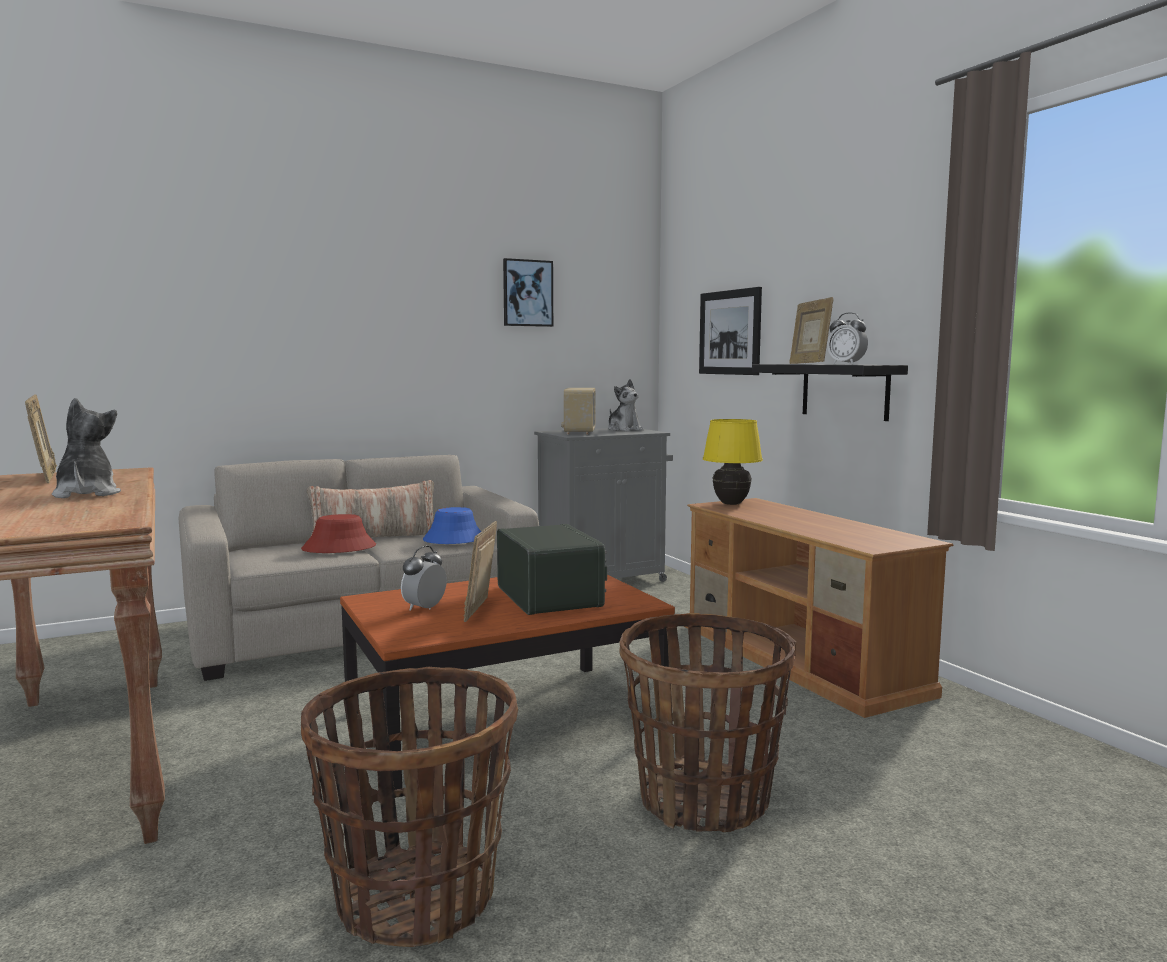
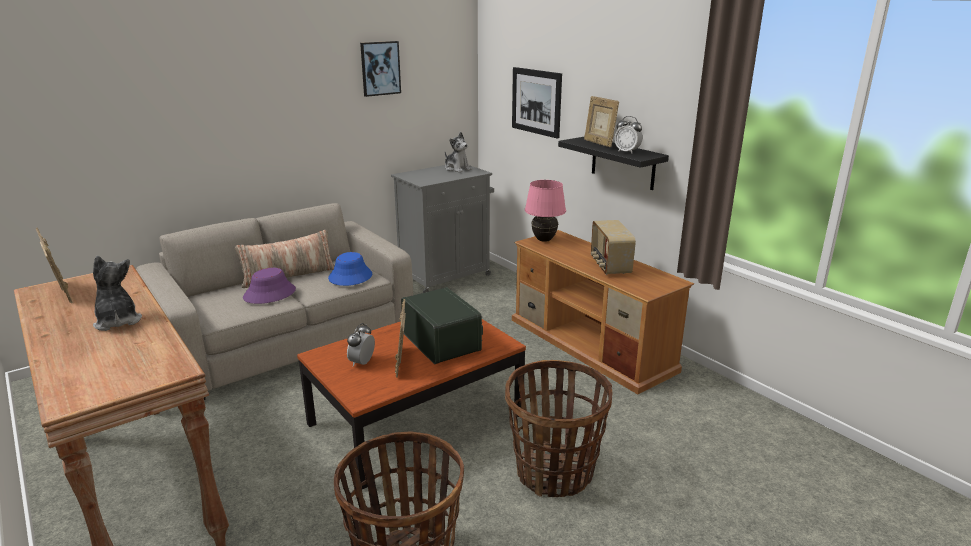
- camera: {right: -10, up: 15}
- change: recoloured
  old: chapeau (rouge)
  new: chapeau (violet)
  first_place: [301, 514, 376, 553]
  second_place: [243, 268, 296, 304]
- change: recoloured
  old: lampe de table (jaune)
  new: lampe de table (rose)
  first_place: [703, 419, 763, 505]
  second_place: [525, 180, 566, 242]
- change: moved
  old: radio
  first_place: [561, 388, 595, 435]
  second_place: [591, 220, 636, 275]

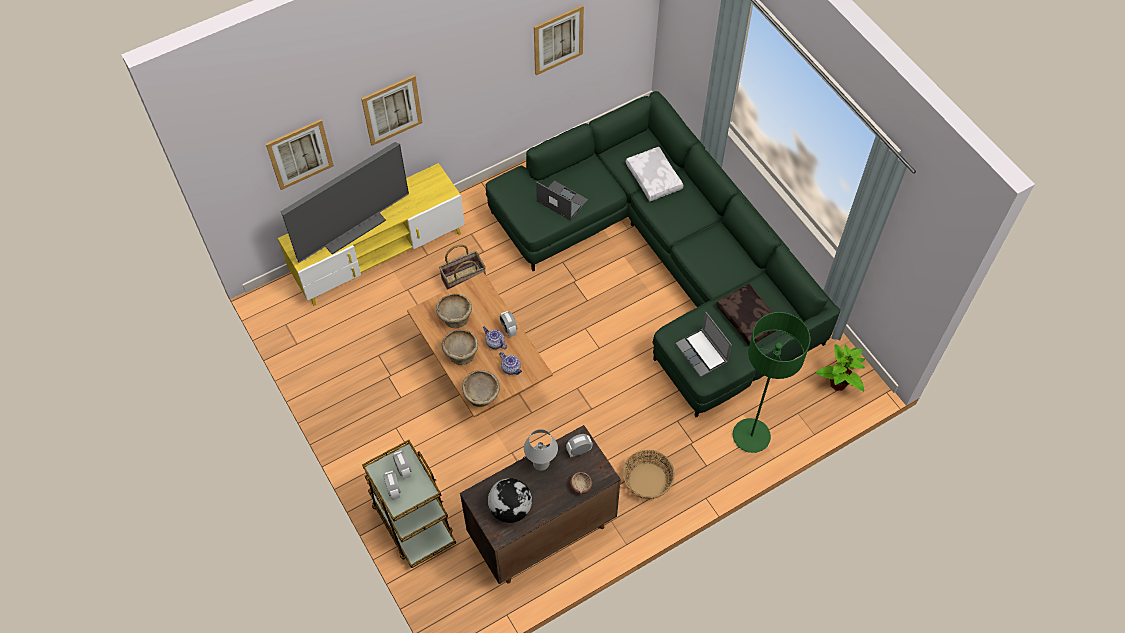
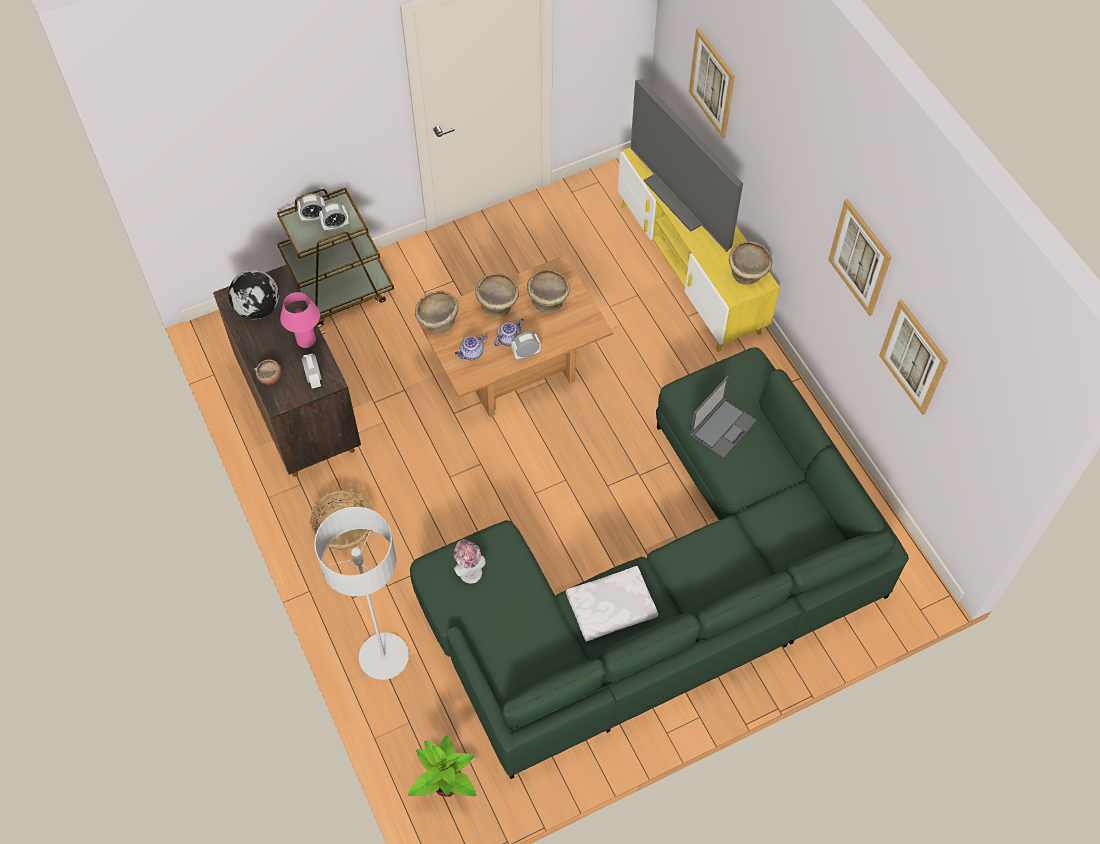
- camera: {right: 95, up: 0}
- change: recoloured
  old: lampe de table (blanc)
  new: lampe de table (rose)
  first_place: [524, 429, 558, 471]
  second_place: [280, 292, 320, 348]
- change: recoloured
  old: lampadaire (vert)
  new: lampadaire (gris)
  first_place: [733, 312, 810, 453]
  second_place: [314, 507, 409, 680]
- change: replaced
  old: ordinateur portable
  new: chapeau
  first_place: [675, 312, 732, 377]
  second_place: [454, 539, 486, 584]
- change: moved
  old: coussin (blanc)
  first_place: [626, 147, 684, 201]
  second_place: [566, 566, 658, 642]
- change: added
  new: bol (beige)
  second_place: [729, 241, 772, 285]
- change: moved
  old: tableau
  first_place: [361, 75, 423, 146]
  second_place: [828, 199, 892, 316]
- change: removed
  old: panier
  first_place: [439, 245, 486, 290]
- change: removed
  old: coussin (marron)
  first_place: [716, 284, 776, 345]

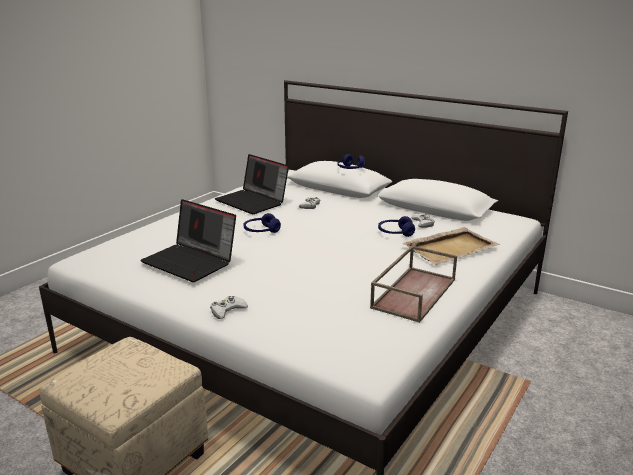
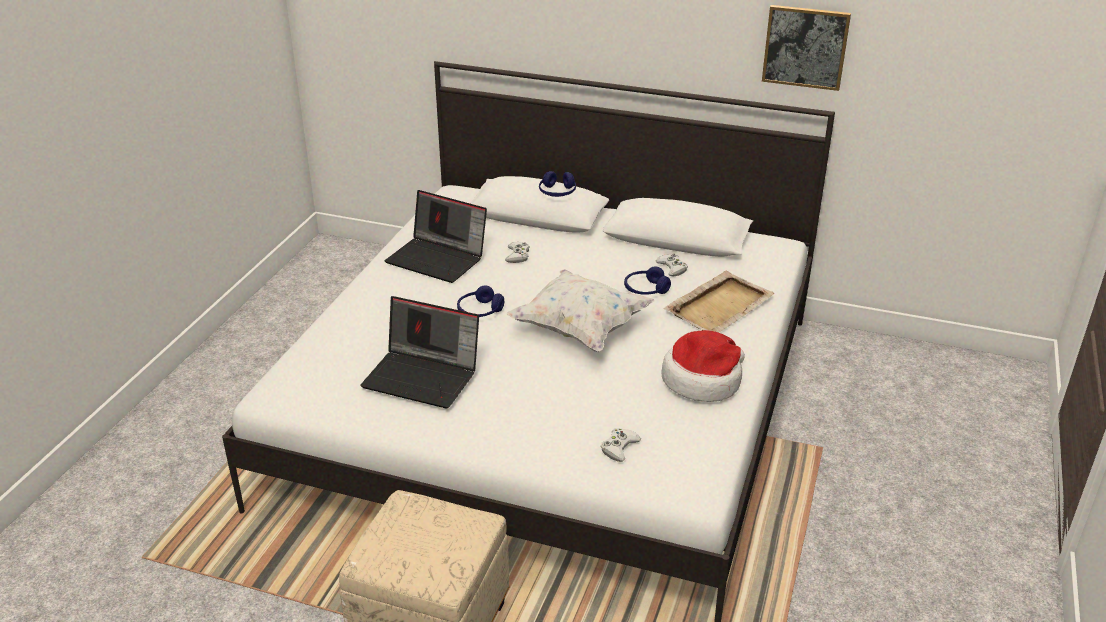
- camera: {right: -15, up: 10}
- change: added
  new: coussin (blanc)
  second_place: [507, 269, 655, 352]
- change: moved
  old: manette (blanc)
  first_place: [210, 296, 248, 319]
  second_place: [600, 428, 641, 462]
- change: replaced
  old: plateau (marron)
  new: chapeau
  first_place: [370, 246, 457, 323]
  second_place: [662, 330, 745, 402]
- change: added
  new: tableau
  second_place: [762, 5, 851, 91]

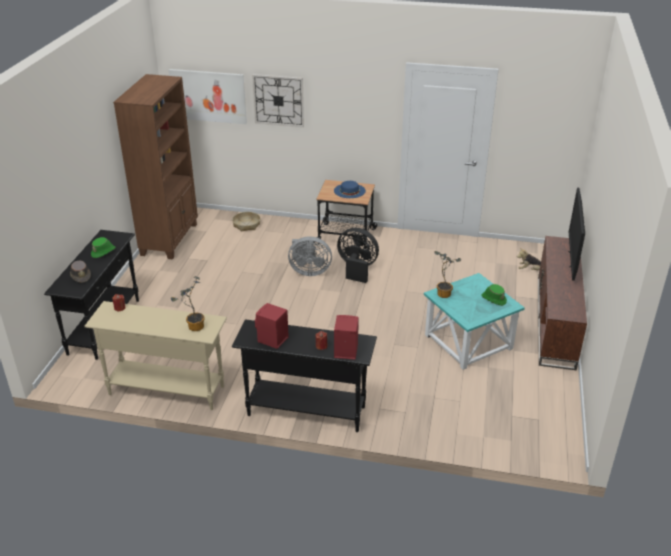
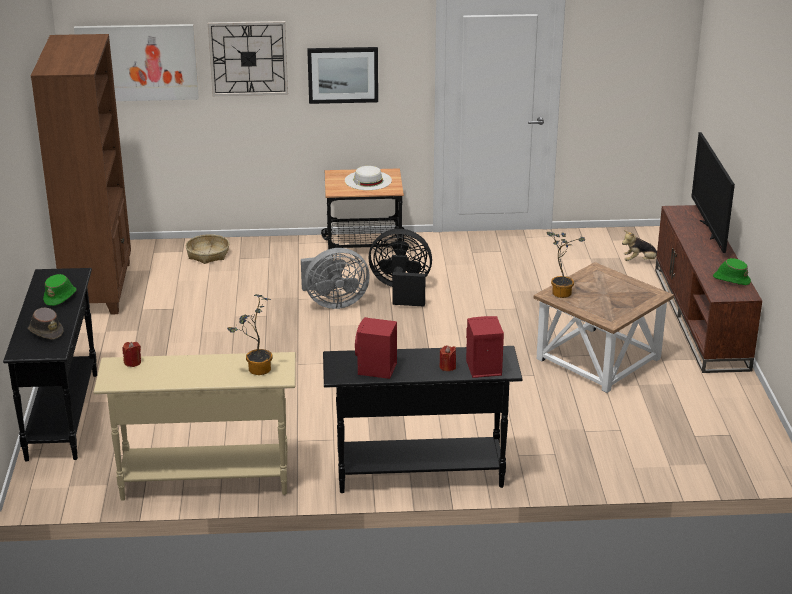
- camera: {right: -15, up: -5}
- change: added
  new: tableau
  second_place: [307, 47, 378, 104]
- change: recoloured
  old: chapeau (bleu)
  new: chapeau (blanc)
  first_place: [334, 181, 366, 198]
  second_place: [345, 166, 392, 190]
- change: recoloured
  old: table d'appoint (turquoise)
  new: table d'appoint (marron)
  first_place: [424, 273, 525, 370]
  second_place: [534, 262, 674, 393]
- change: moved
  old: chapeau (vert)
  first_place: [482, 284, 507, 306]
  second_place: [713, 258, 751, 285]

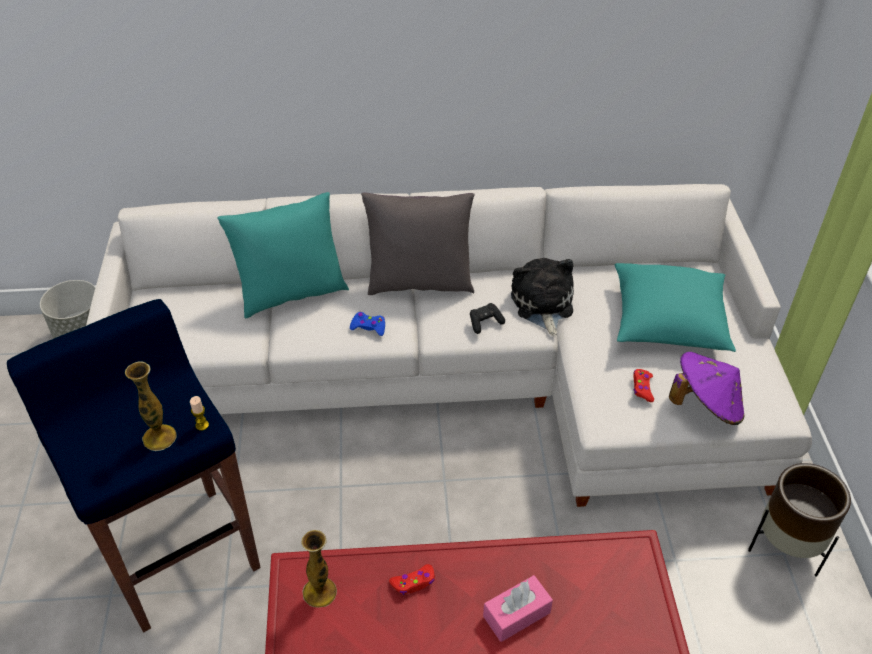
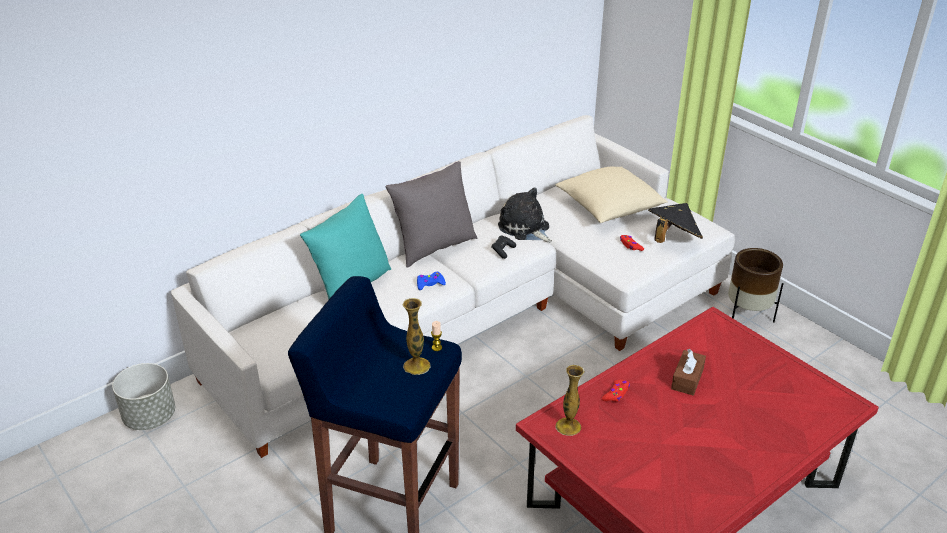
- camera: {right: -35, up: -10}
- change: recoloured
  old: coussin (turquoise)
  new: coussin (beige)
  first_place: [615, 263, 736, 352]
  second_place: [555, 167, 668, 223]
- change: recoloured
  old: chapeau (violet)
  new: chapeau (noir)
  first_place: [669, 352, 744, 425]
  second_place: [648, 203, 703, 243]
- change: recoloured
  old: boîte à mouchoirs (rose)
  new: boîte à mouchoirs (marron)
  first_place: [483, 575, 553, 642]
  second_place: [671, 349, 706, 396]

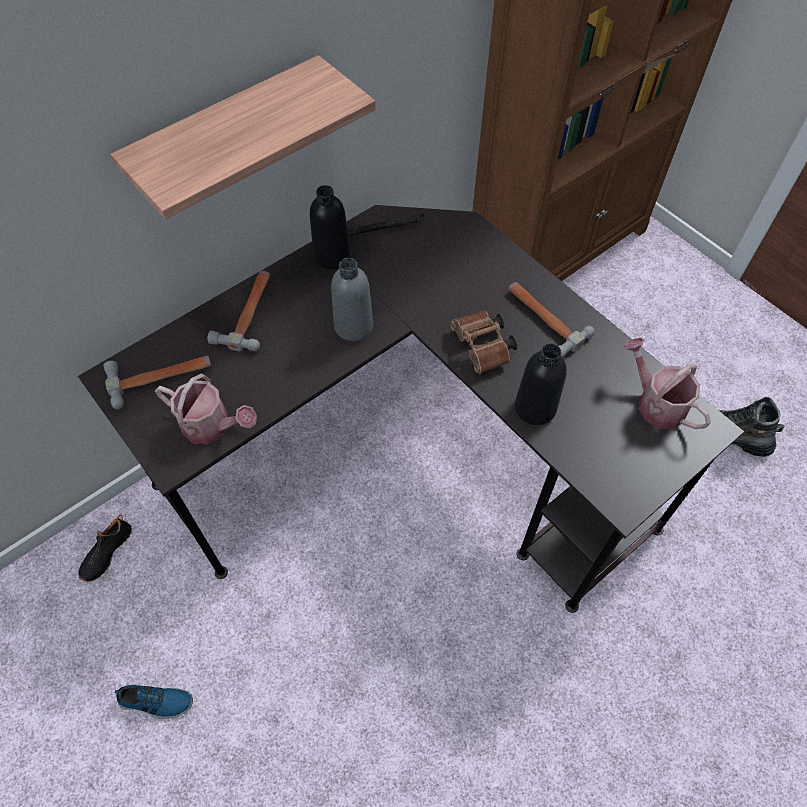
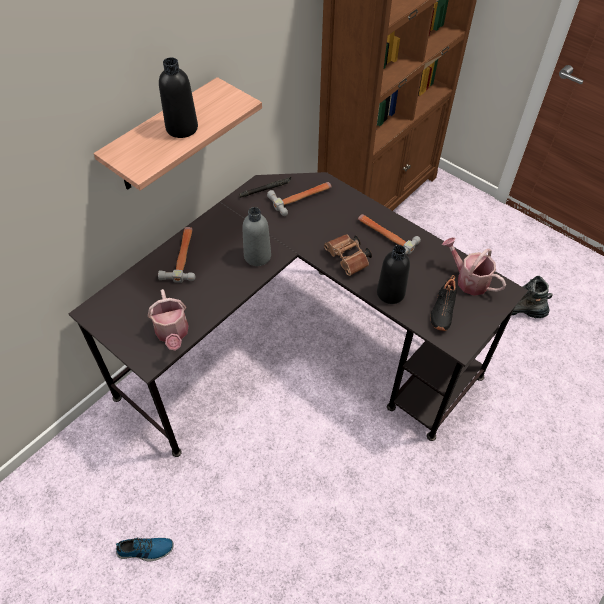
- camera: {right: -10, up: -5}
- change: turned
  old: arrosoir
  first_place: [155, 374, 257, 444]
  second_place: [148, 289, 189, 351]
  degrees: 60
- change: moved
  old: bouteille (noir)
  first_place: [310, 185, 351, 269]
  second_place: [159, 57, 198, 138]
- change: moved
  old: marteau
  first_place: [103, 355, 211, 409]
  second_place: [267, 182, 332, 216]
- change: moved
  old: chaussure (noir)
  first_place: [78, 514, 132, 582]
  second_place: [430, 275, 456, 331]

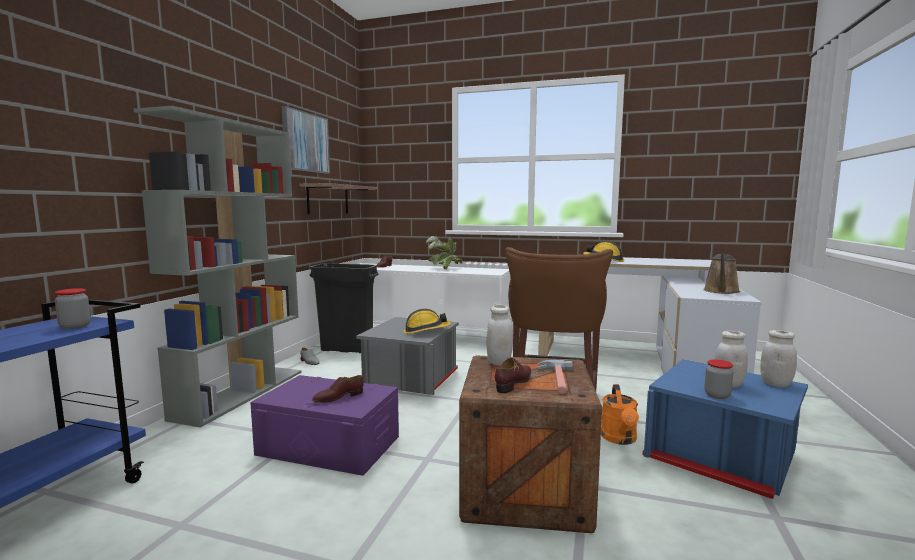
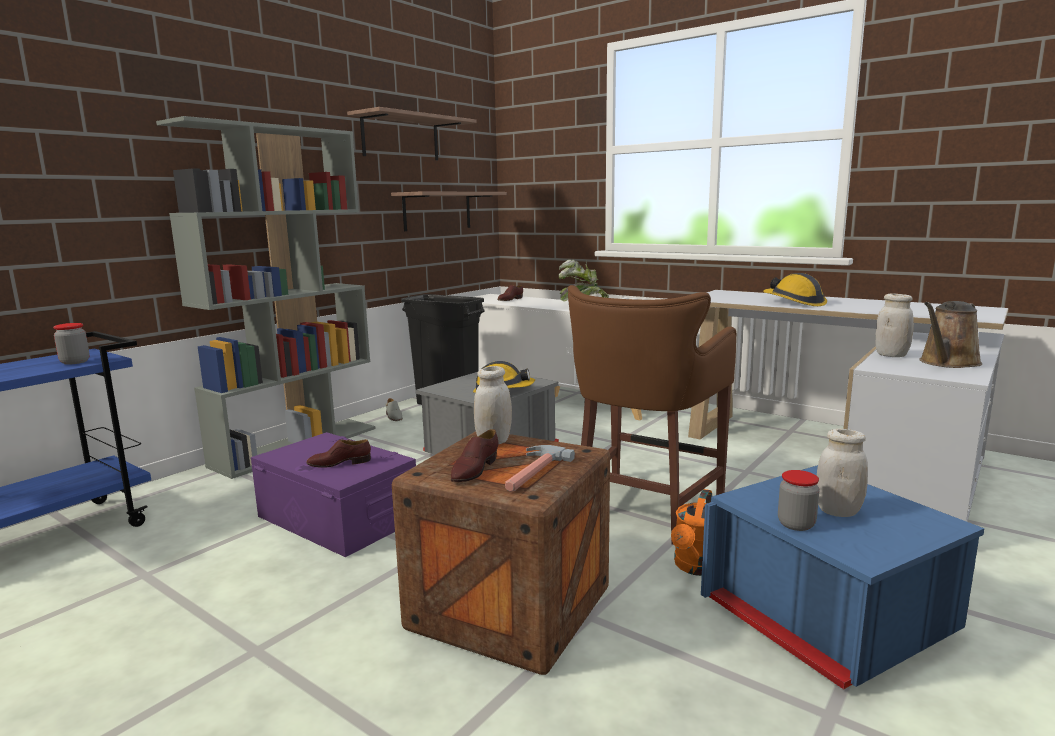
- camera: {right: 20, up: 5}
- change: replaced
  old: tableau
  new: étagère
  first_place: [282, 106, 330, 174]
  second_place: [347, 107, 477, 160]
- change: turned
  old: chaussure (marron)
  first_place: [495, 357, 531, 393]
  second_place: [451, 429, 498, 482]
  degrees: 150
- change: moved
  old: bocal (blanc)
  first_place: [761, 330, 797, 387]
  second_place: [875, 293, 914, 357]

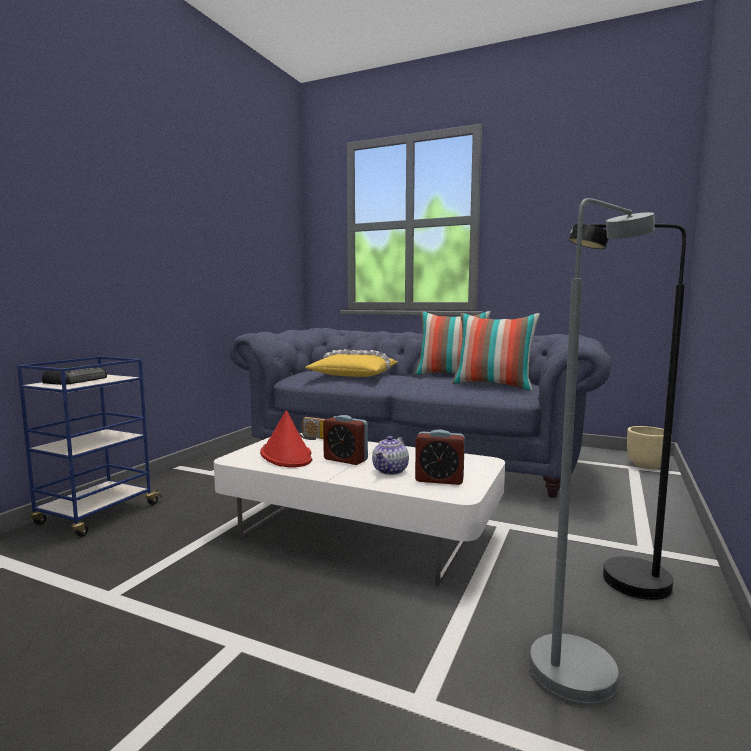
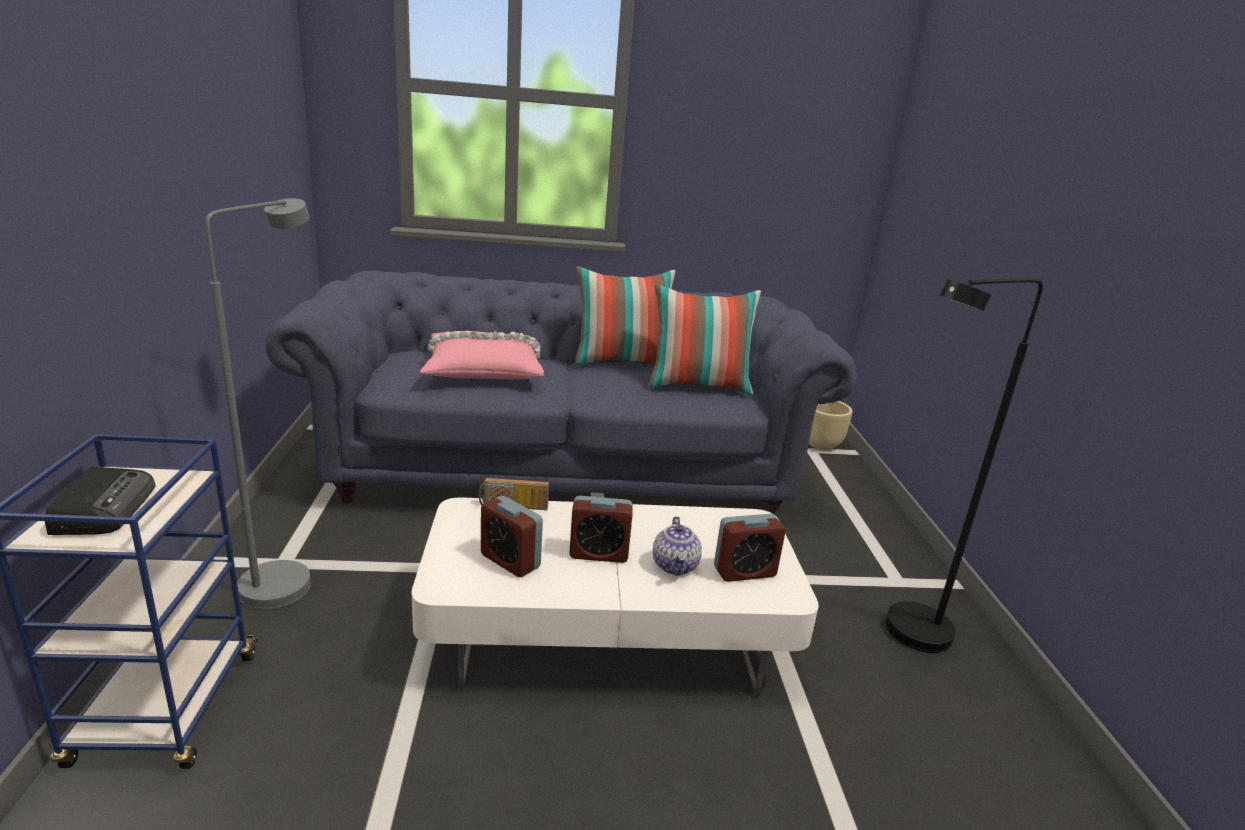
- camera: {right: -30, up: 15}
- change: moved
  old: lampadaire (gris)
  first_place: [530, 198, 655, 705]
  second_place: [205, 198, 311, 610]
- change: recoloured
  old: coussin (jaune)
  new: coussin (rose)
  first_place: [305, 349, 398, 377]
  second_place: [420, 331, 544, 380]
- change: replaced
  old: chapeau (rouge)
  new: réveil
  first_place: [260, 410, 312, 468]
  second_place: [481, 496, 543, 577]

